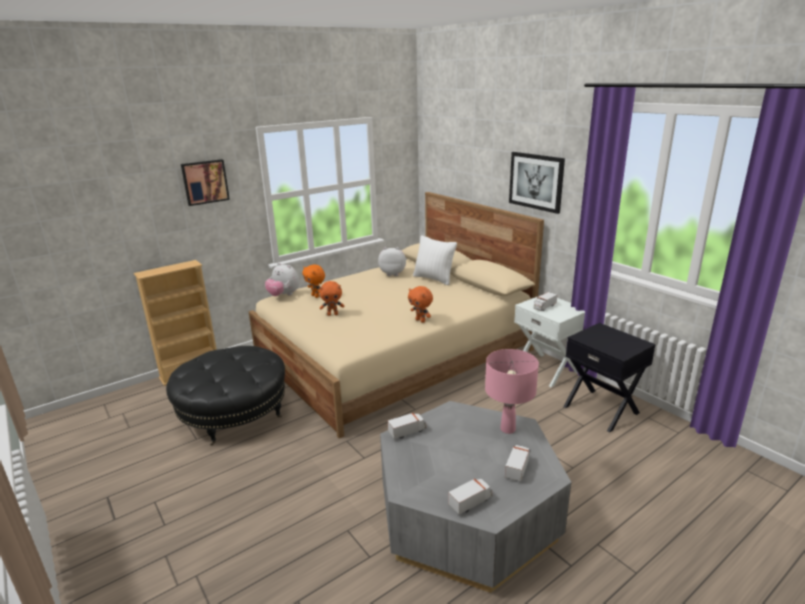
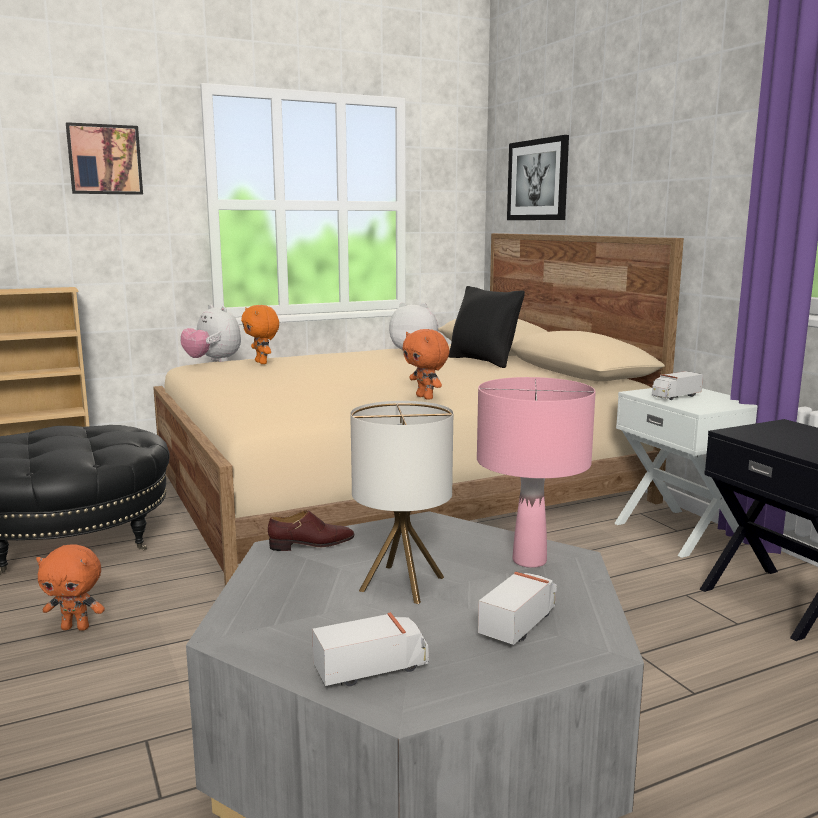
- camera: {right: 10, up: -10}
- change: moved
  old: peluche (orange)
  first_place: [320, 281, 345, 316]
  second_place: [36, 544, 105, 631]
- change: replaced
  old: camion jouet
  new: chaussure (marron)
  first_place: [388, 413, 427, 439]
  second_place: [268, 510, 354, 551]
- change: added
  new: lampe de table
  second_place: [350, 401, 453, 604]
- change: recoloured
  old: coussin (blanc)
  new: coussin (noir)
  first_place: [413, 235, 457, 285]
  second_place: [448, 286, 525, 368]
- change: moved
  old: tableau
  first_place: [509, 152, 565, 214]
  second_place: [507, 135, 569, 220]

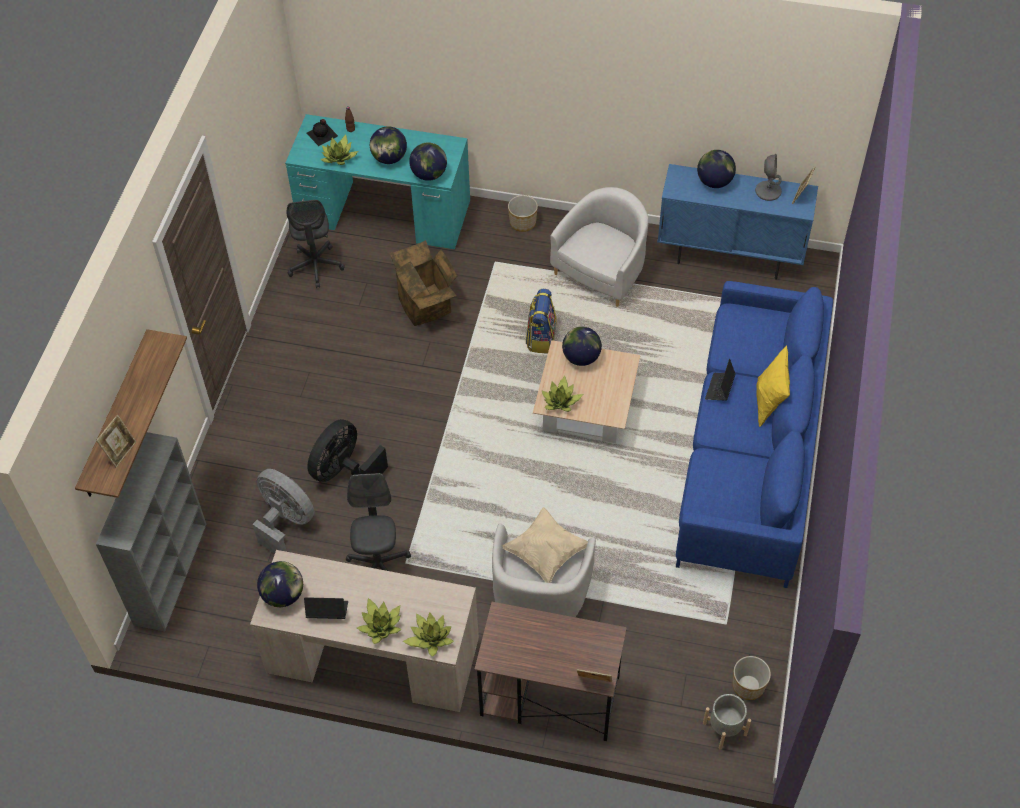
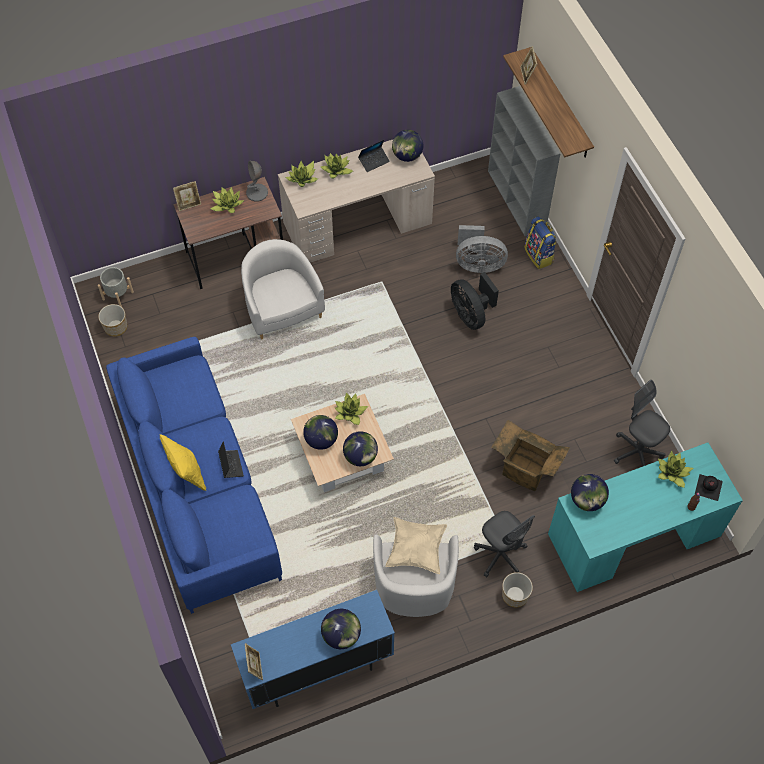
- camera: {right: 145, up: 5}
- change: added
  new: plante en pot
  second_place: [210, 187, 244, 213]
- change: moved
  old: lampe de table (gris)
  first_place: [755, 154, 782, 201]
  second_place: [246, 161, 268, 202]
- change: moved
  old: globe
  first_place: [370, 126, 407, 164]
  second_place: [303, 415, 338, 450]
- change: moved
  old: coussin (beige)
  first_place: [503, 507, 588, 583]
  second_place: [385, 517, 447, 574]
- change: turned
  old: ventilateur (noir)
  first_place: [307, 419, 388, 482]
  second_place: [451, 272, 499, 330]
  degrees: 150
- change: moved
  old: chaise de bureau (gris)
  first_place: [346, 473, 411, 571]
  second_place: [474, 511, 535, 577]
- change: moved
  old: sac à dos
  first_place: [526, 289, 557, 353]
  second_place: [524, 216, 557, 269]

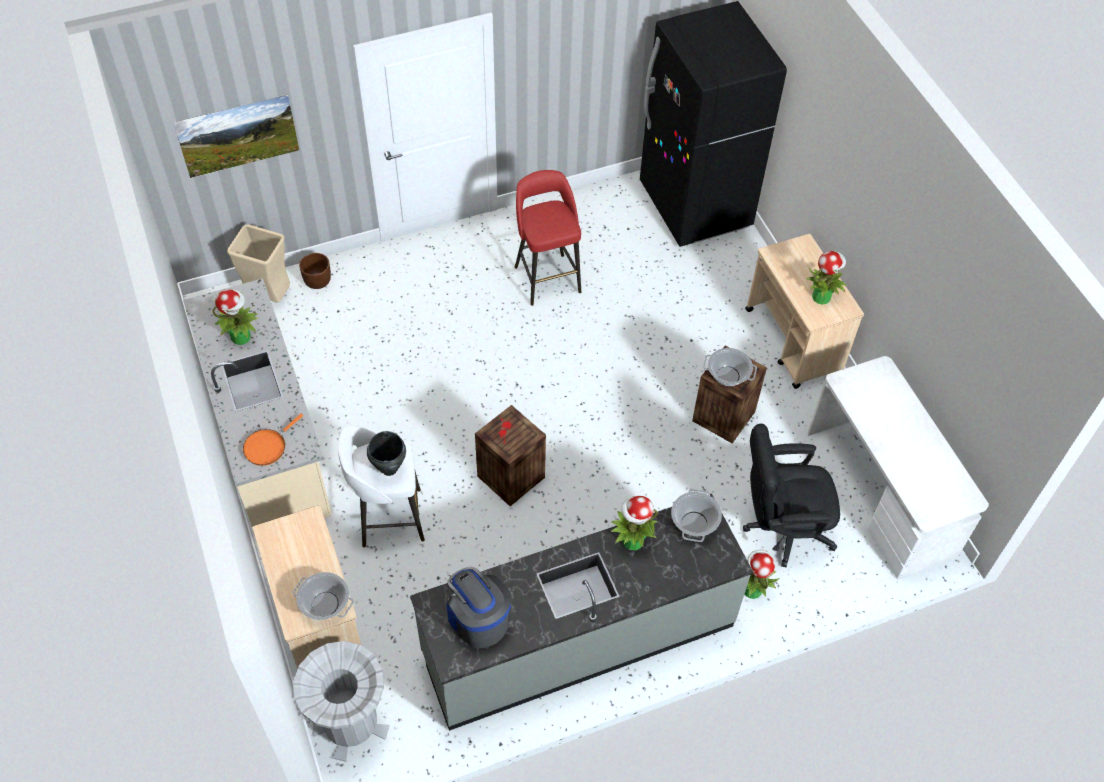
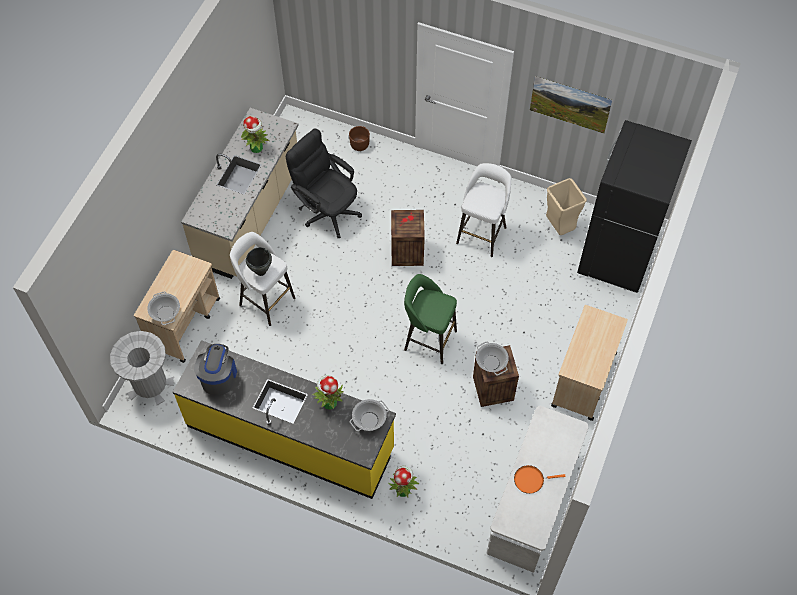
- camera: {right: 45, up: 5}
- change: recoloured
  old: comptoir de cuisine (gris)
  new: comptoir de cuisine (jaune)
  first_place: [410, 493, 753, 731]
  second_place: [173, 340, 396, 499]
- change: moved
  old: chaise de bureau (noir)
  first_place: [743, 424, 840, 567]
  second_place: [286, 129, 362, 239]
- change: moved
  old: caisse
  first_place: [475, 405, 546, 506]
  second_place: [391, 210, 425, 266]
- change: added
  new: tabouret (vert)
  second_place: [404, 274, 457, 364]
- change: recoloured
  old: tabouret (rouge)
  new: tabouret (blanc)
  first_place: [514, 170, 581, 306]
  second_place: [456, 163, 511, 257]
- change: moved
  old: poêle (orange)
  first_place: [243, 414, 303, 466]
  second_place: [514, 465, 565, 494]
- change: moved
  old: tableau
  first_place: [173, 95, 299, 178]
  second_place: [530, 76, 612, 133]
- change: moved
  old: poubelle (beige)
  first_place: [227, 224, 290, 302]
  second_place: [546, 178, 587, 235]
- change: removed
  old: plante en pot
  first_place: [806, 251, 847, 304]

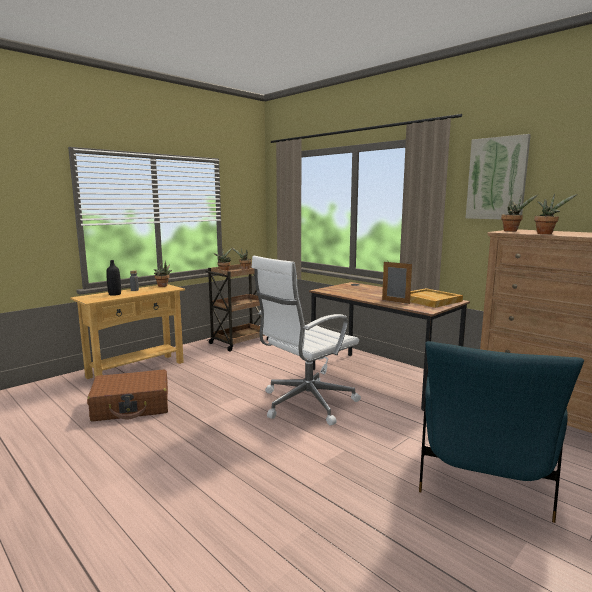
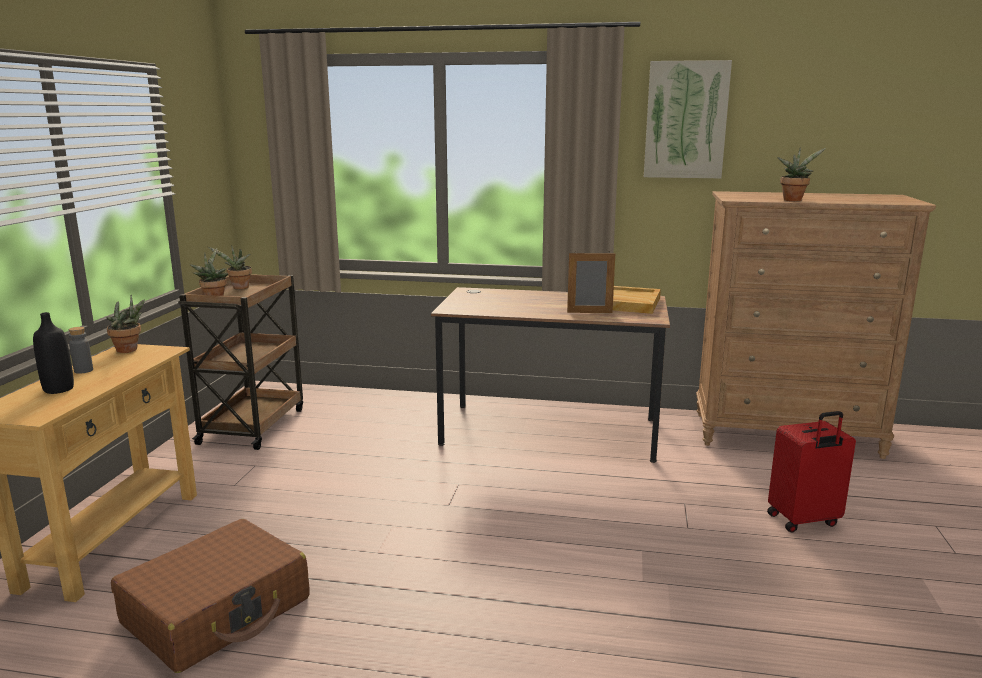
- camera: {right: -35, up: 5}
- change: replaced
  old: fauteuil (bleu)
  new: valise (rouge)
  first_place: [419, 341, 584, 523]
  second_place: [767, 411, 856, 533]
- change: removed
  old: chaise de bureau (blanc)
  first_place: [252, 256, 361, 426]
- change: removed
  old: plante en pot
  first_place: [501, 194, 538, 231]

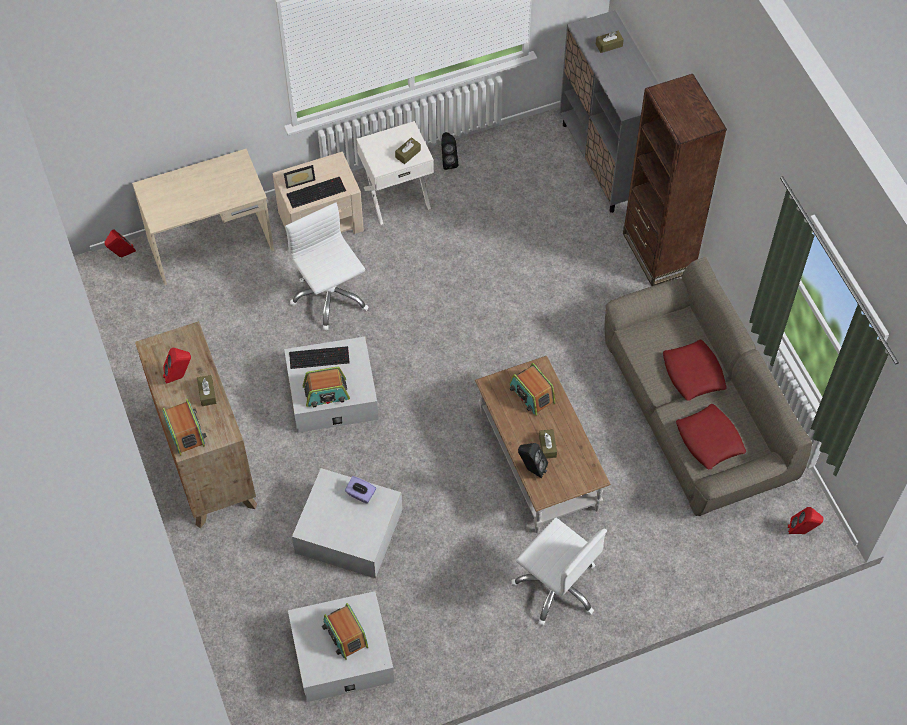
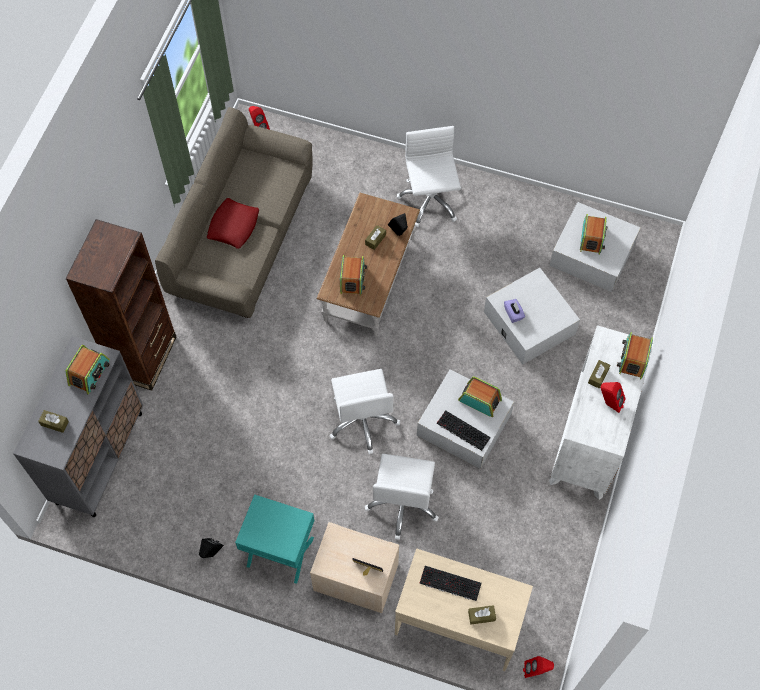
- camera: {right: -140, up: 5}
- change: added
  new: radio
  second_place: [66, 345, 109, 394]
- change: recoloured
  old: table de chevet (blanc)
  new: table de chevet (turquoise)
  first_place: [356, 121, 434, 225]
  second_place: [235, 494, 315, 584]
- change: added
  new: chaise de bureau (blanc)
  second_place: [330, 369, 400, 454]
- change: moved
  old: clavier
  first_place: [286, 177, 346, 208]
  second_place: [419, 566, 481, 601]
- change: moved
  old: boîte à mouchoirs (marron)
  first_place: [395, 137, 421, 164]
  second_place: [468, 605, 496, 624]
- change: recoloured
  old: commode (marron)
  new: commode (blanc)
  first_place: [135, 321, 257, 528]
  second_place: [549, 325, 654, 500]
- change: removed
  old: coussin (rouge)
  first_place: [676, 404, 746, 469]

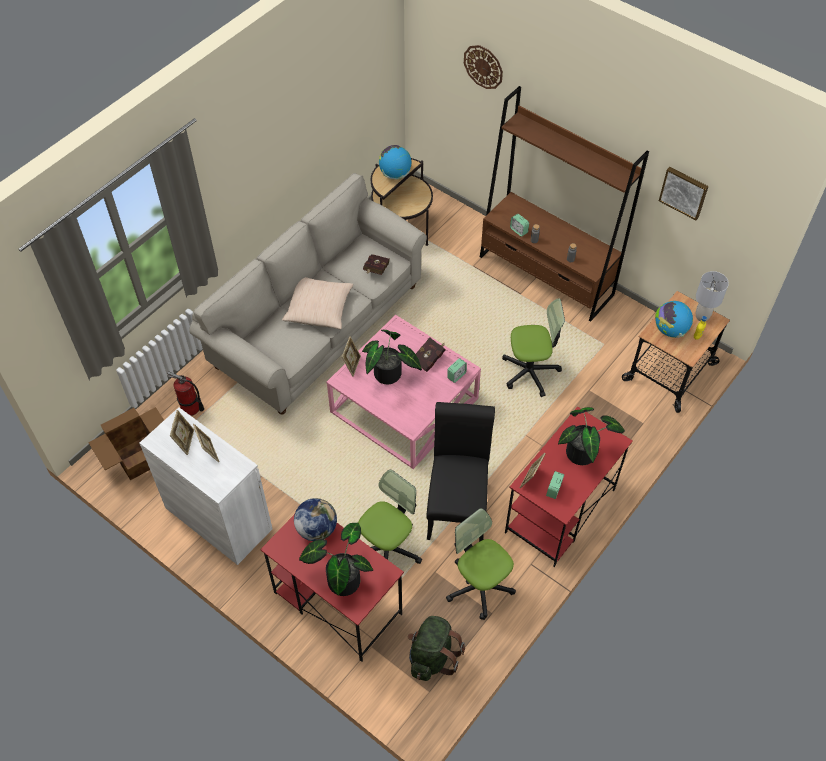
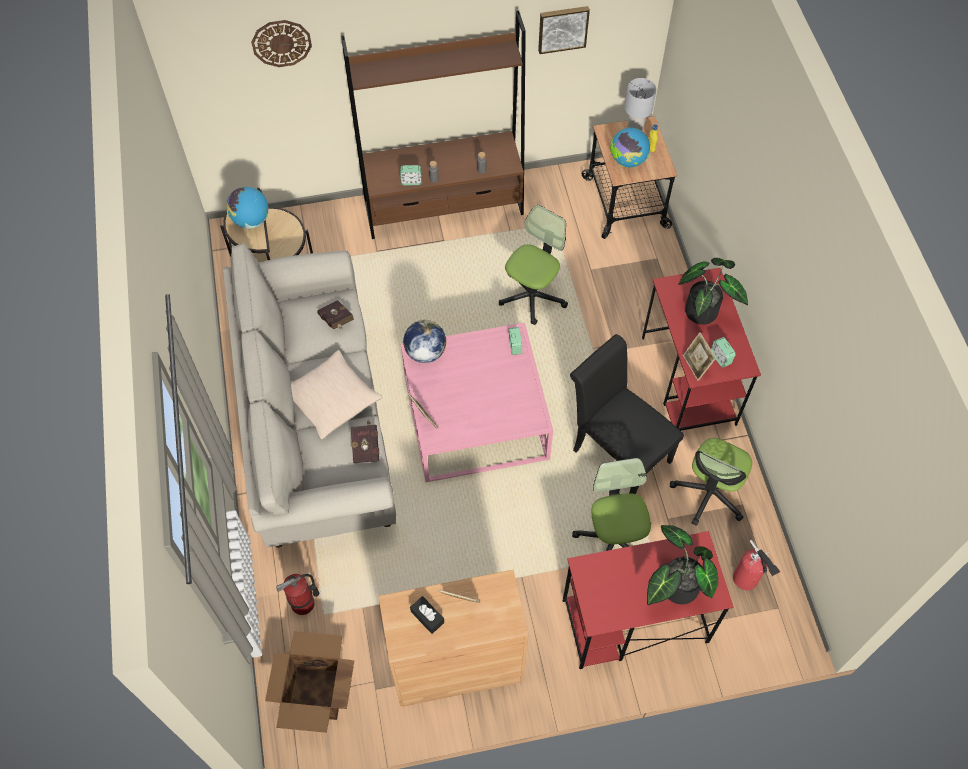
- camera: {right: -50, up: 5}
- change: moved
  old: livre (rouge)
  first_place: [416, 338, 446, 372]
  second_place: [351, 421, 379, 463]
- change: recoloured
  old: meuble de rangement (blanc)
  new: meuble de rangement (marron)
  first_place: [140, 407, 272, 565]
  second_place: [378, 570, 528, 707]
- change: moved
  old: globe
  first_place: [294, 498, 337, 541]
  second_place: [403, 320, 446, 363]
- change: replaced
  old: cadre photo
  new: boîte à mouchoirs (noir)
  first_place: [170, 410, 194, 455]
  second_place: [410, 596, 444, 634]
- change: turned
  old: chaise de bureau
  first_place: [446, 508, 516, 620]
  second_place: [670, 438, 752, 526]
  degrees: -60
- change: replaced
  old: sac à dos (vert)
  new: extincteur
  first_place: [408, 616, 465, 681]
  second_place: [733, 540, 781, 590]
- change: removed
  old: plante en pot
  first_place: [362, 330, 422, 384]

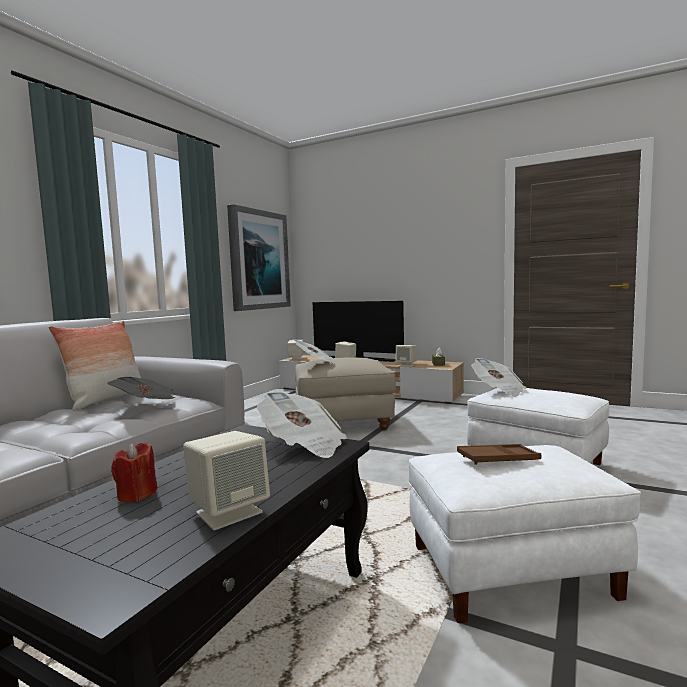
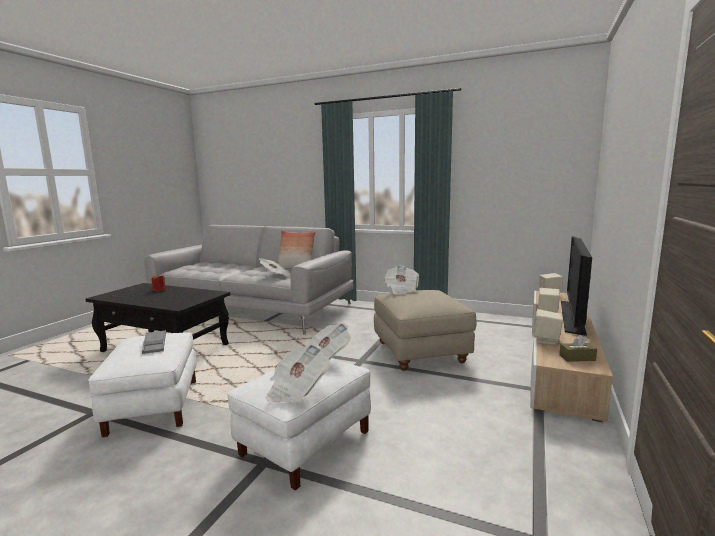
- camera: {right: 85, up: 5}
- change: recoloured
  old: plateau (marron)
  new: plateau (gris)
  first_place: [457, 444, 541, 465]
  second_place: [142, 330, 166, 354]
- change: moved
  old: journal
  first_place: [257, 391, 347, 458]
  second_place: [266, 344, 329, 403]
- change: removed
  old: enceinte (beige)
  first_place: [183, 431, 270, 531]
- change: removed
  old: tableau
  first_place: [227, 204, 291, 311]

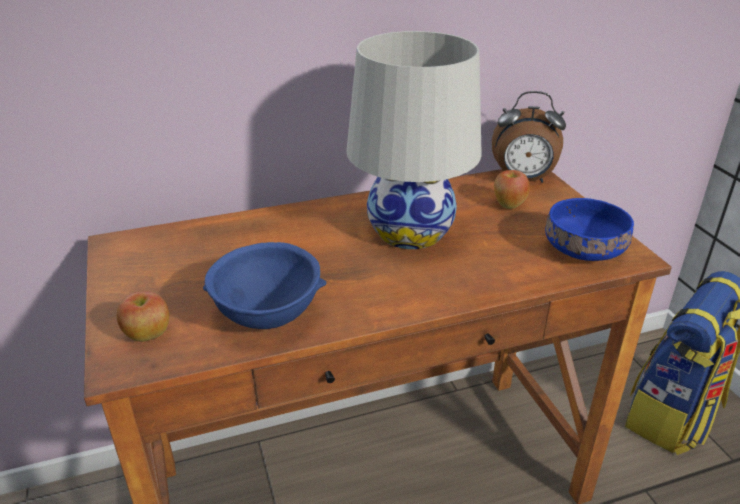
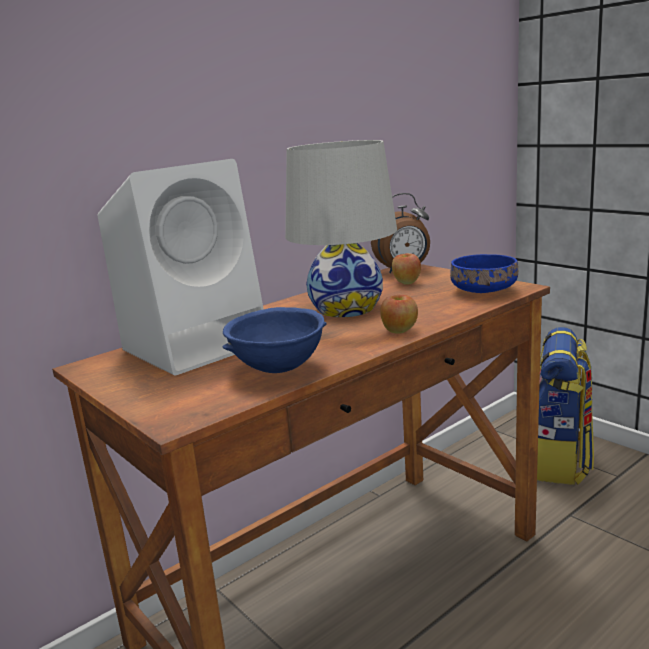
- camera: {right: -20, up: -15}
- change: added
  new: enceinte (blanc)
  second_place: [98, 159, 264, 376]
- change: moved
  old: pomme
  first_place: [117, 291, 169, 342]
  second_place: [380, 294, 418, 334]

